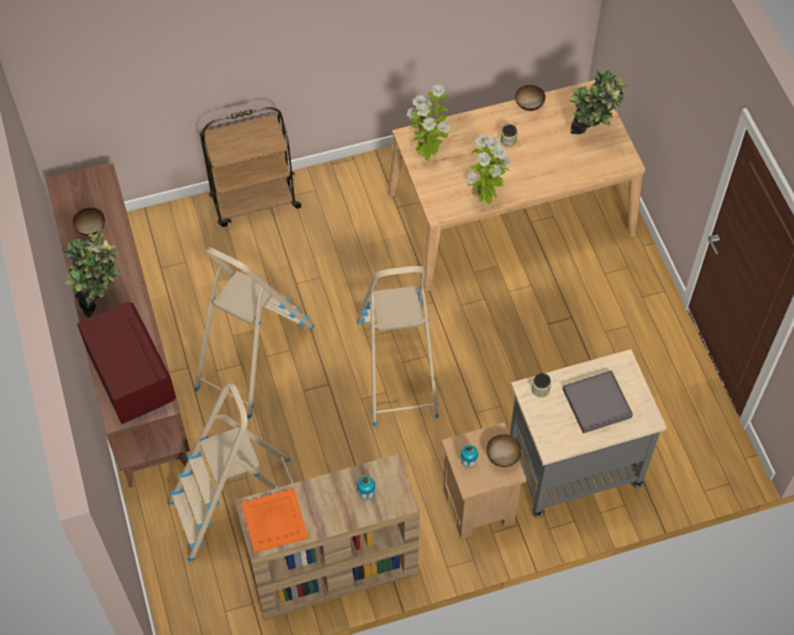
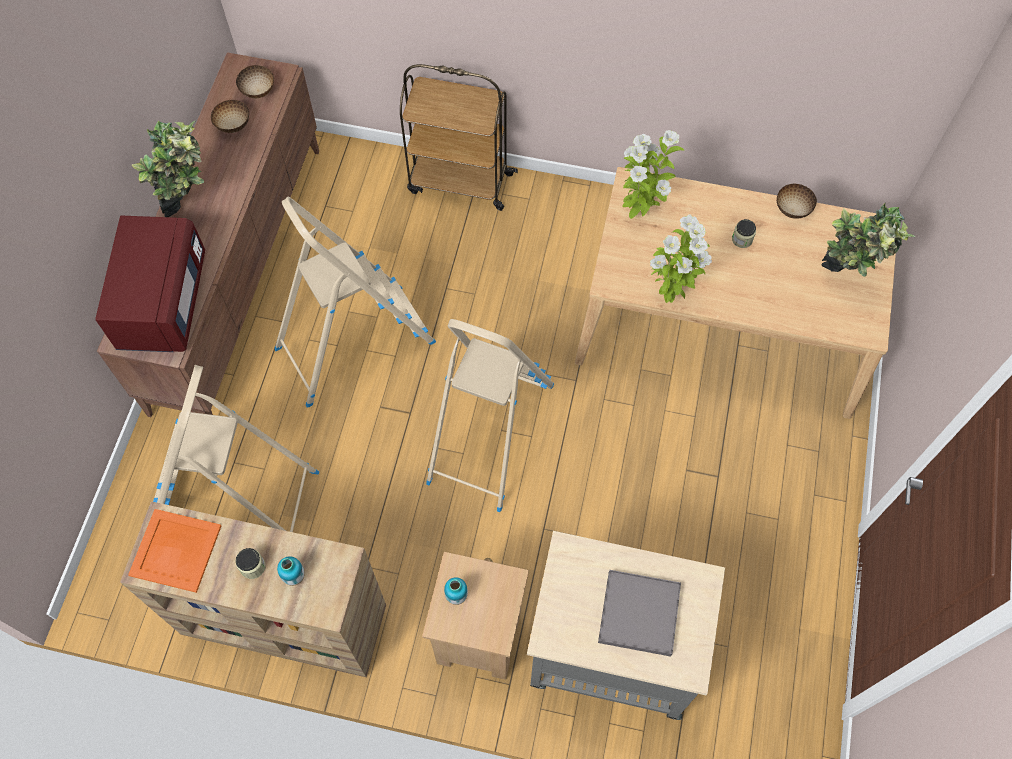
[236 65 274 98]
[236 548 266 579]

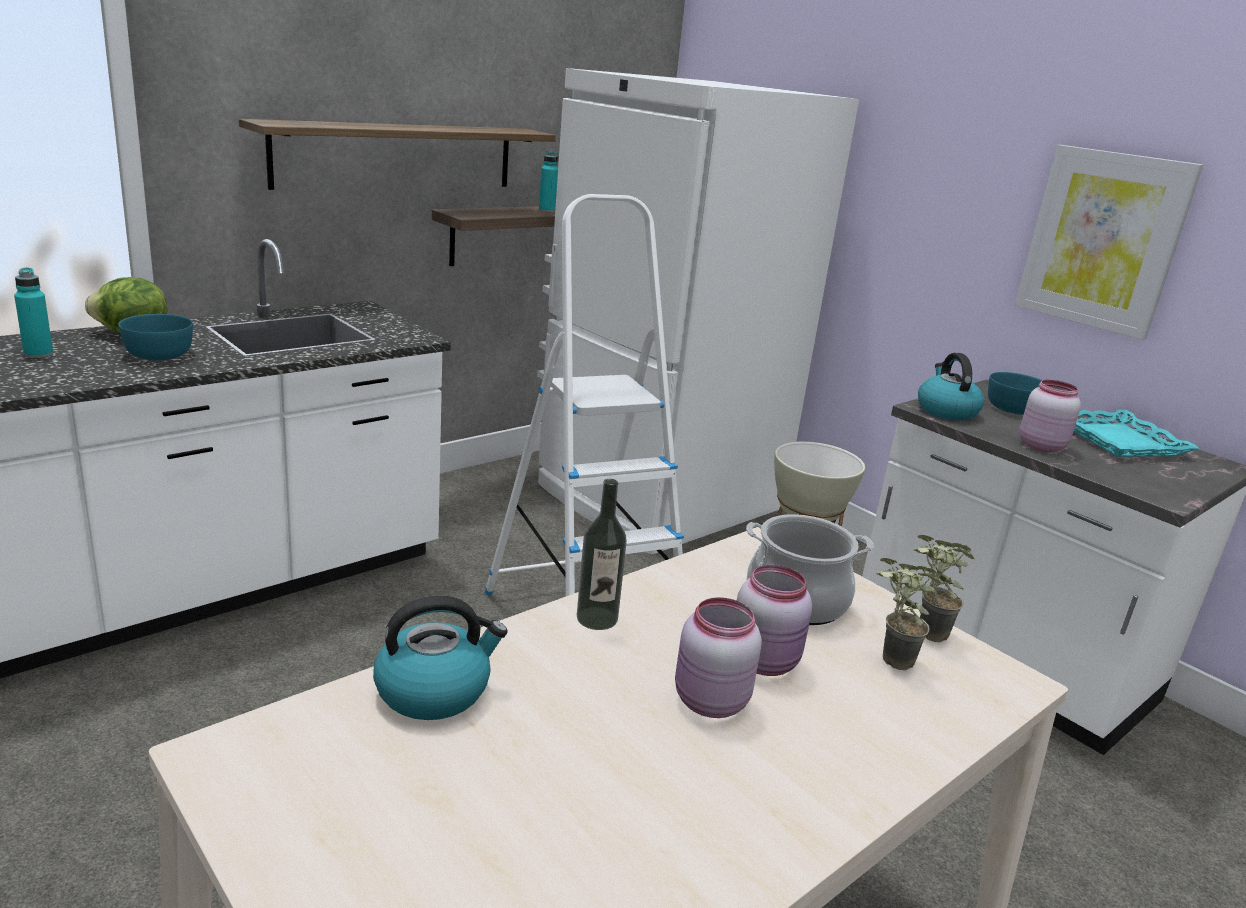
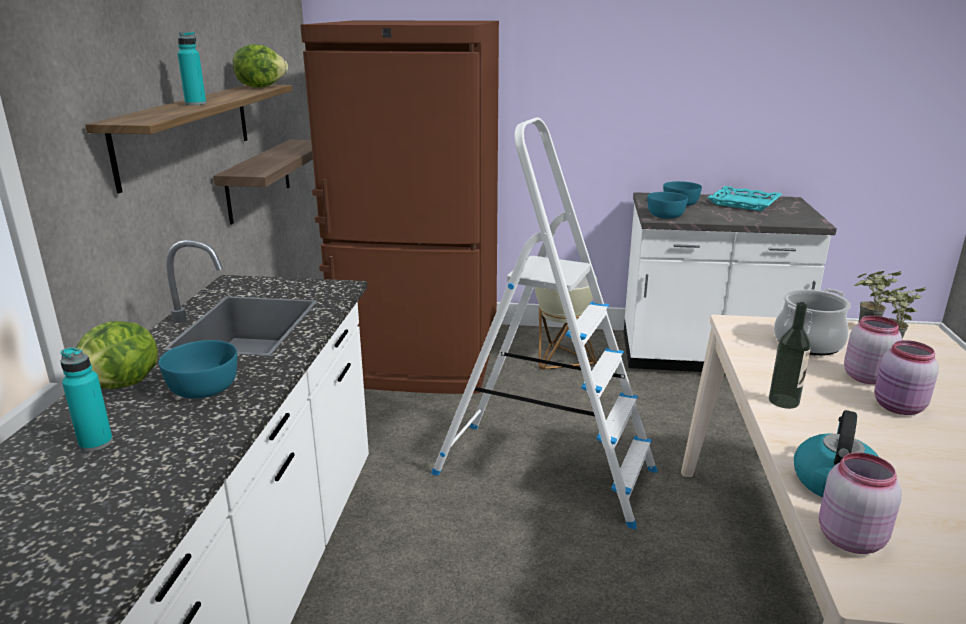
[1015 145 1203 340] (first image)
[233 44 288 88]
[177 32 206 105]
[819 453 902 554]
[647 192 688 218]
[300 20 499 394]

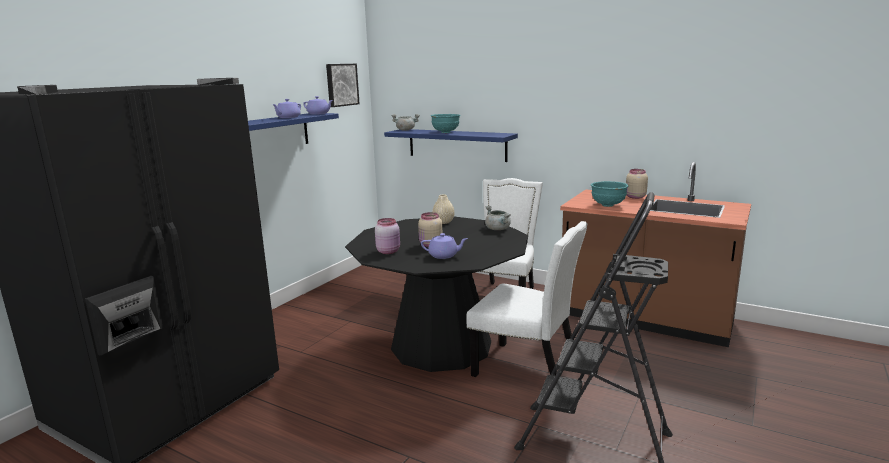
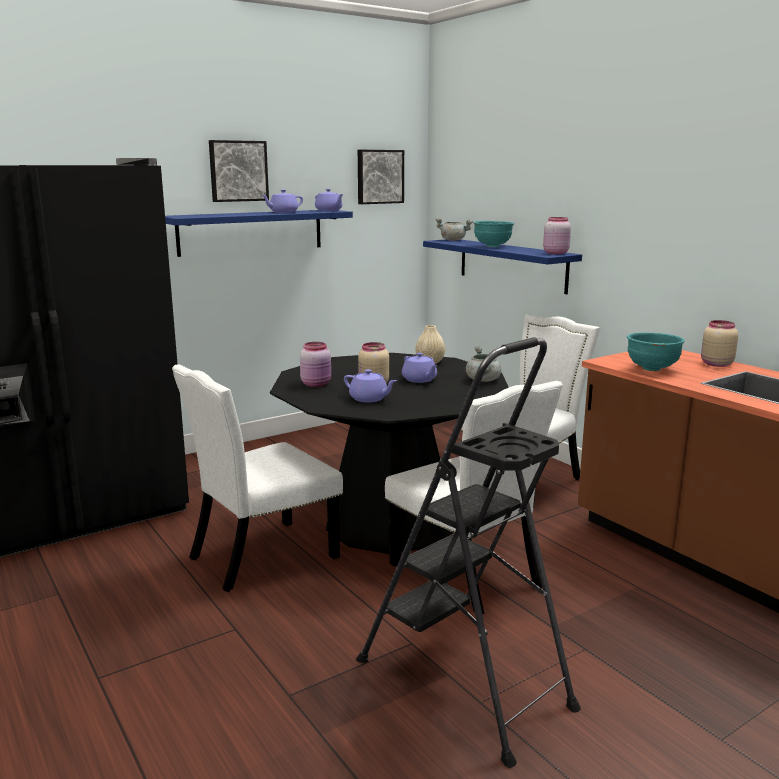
[172 364 343 592]
[209 140 269 202]
[402 353 437 383]
[543 217 571 254]

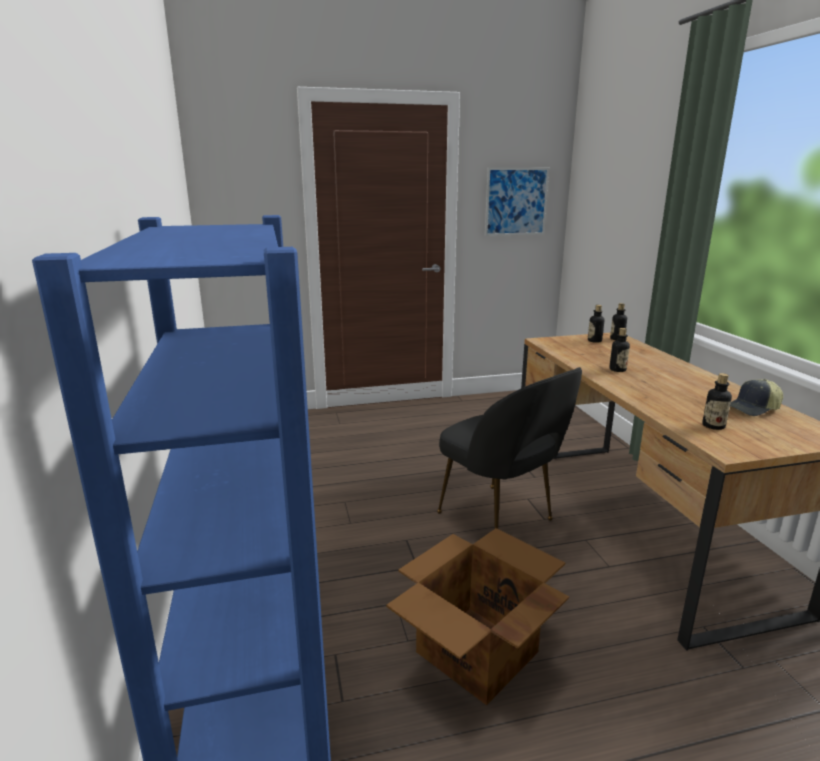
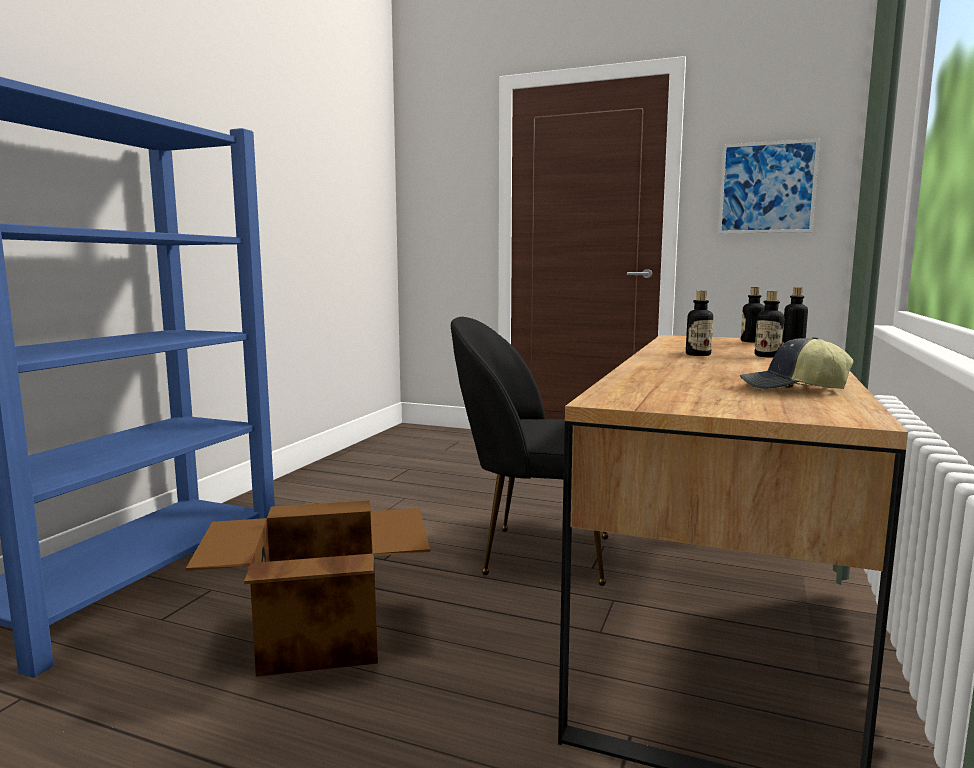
[755 291 784 357]
[451 317 608 586]

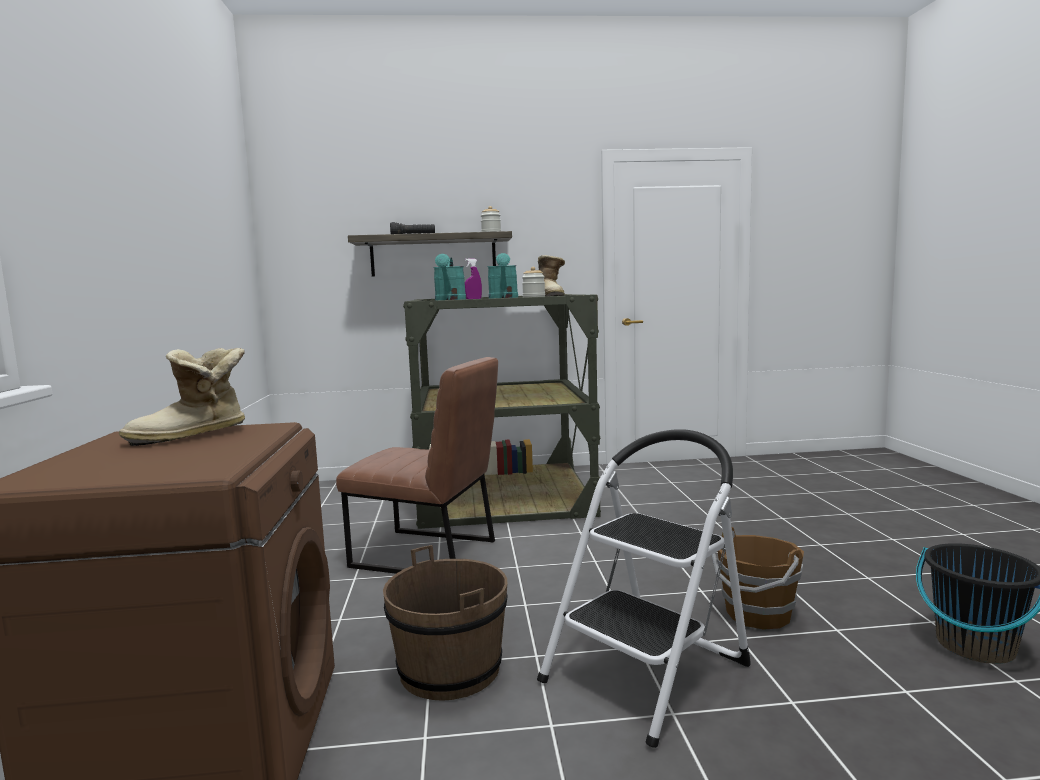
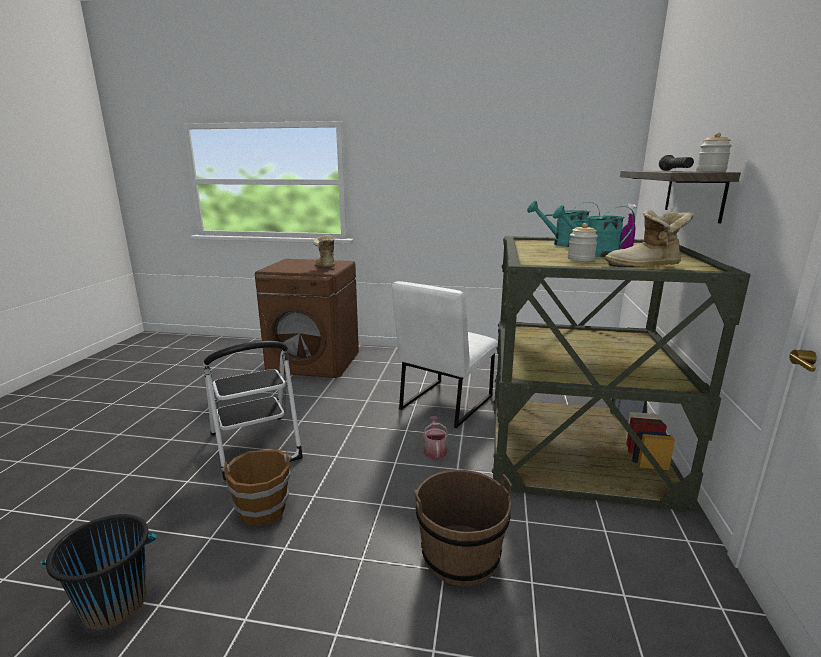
[423 416 449 459]
[414 470 512 586]
[391 281 498 428]

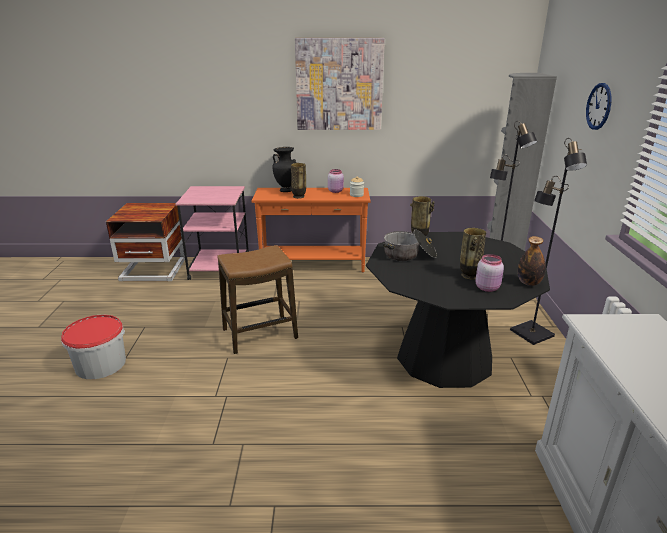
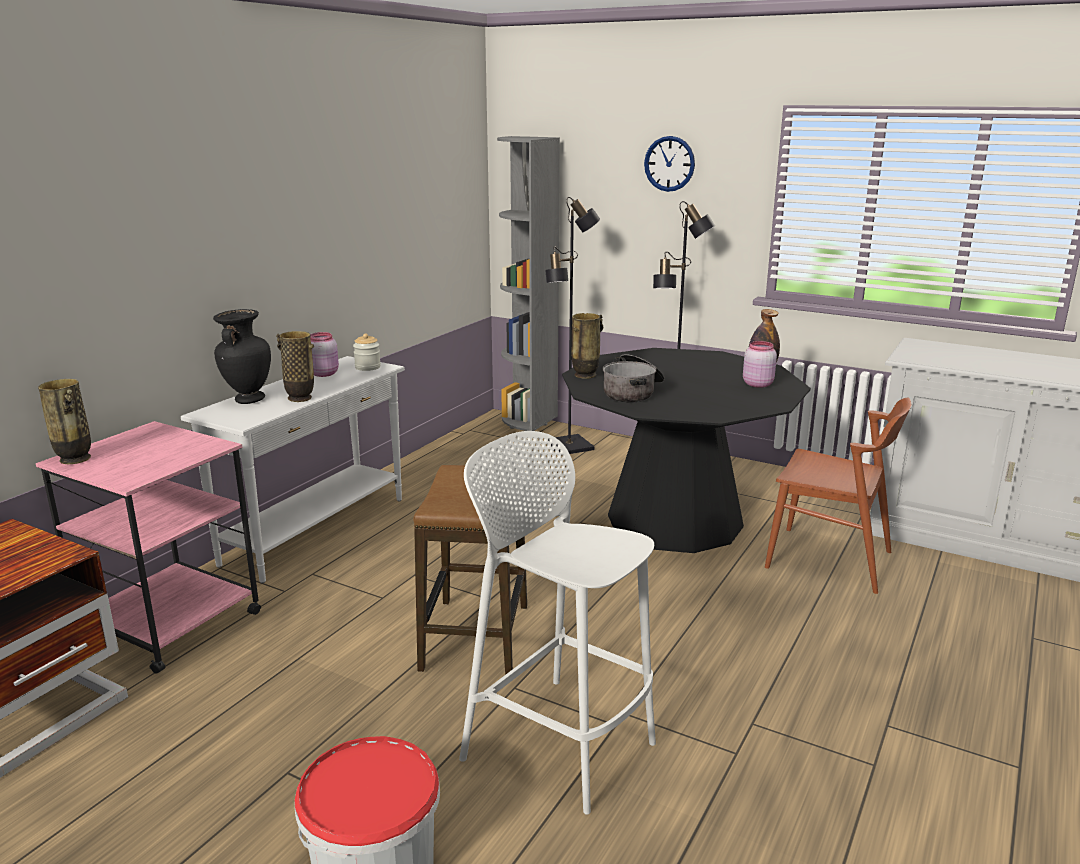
[295 38 385 130] (first image)
[459 431 656 815]
[765 398 911 594]
[38 379 91 464]
[181 356 405 583]

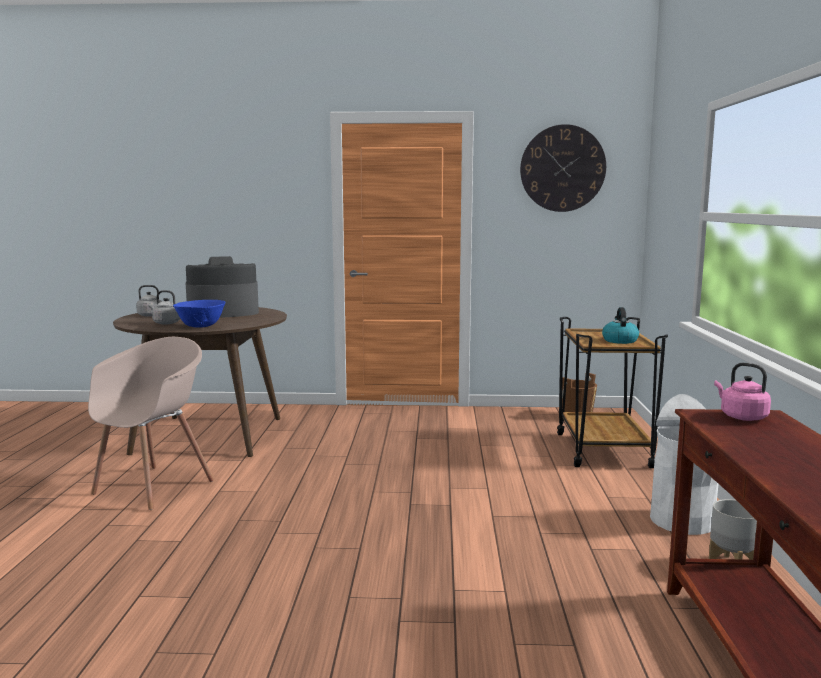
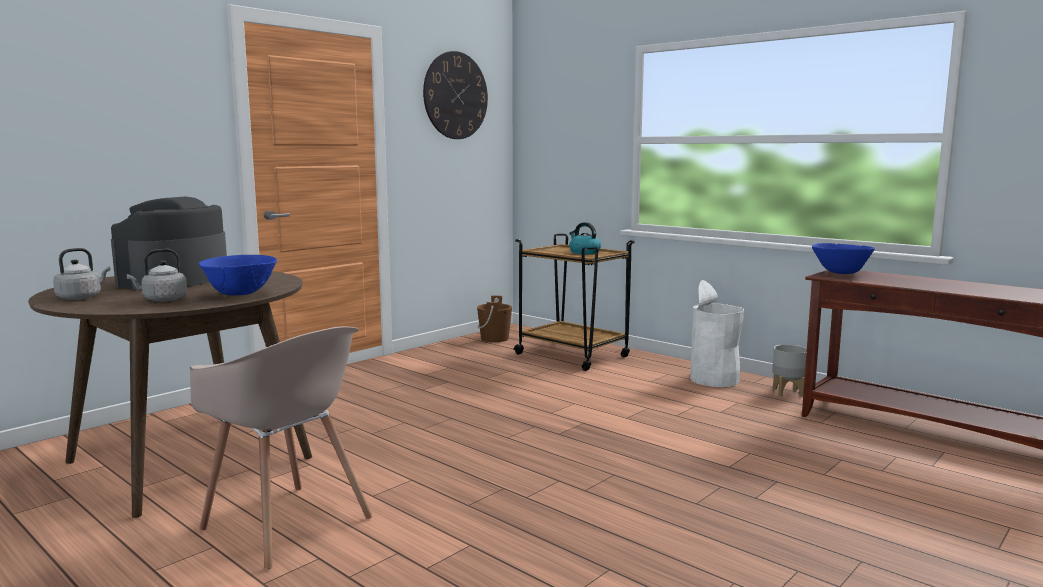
[812 243 875 274]
[190 326 372 569]

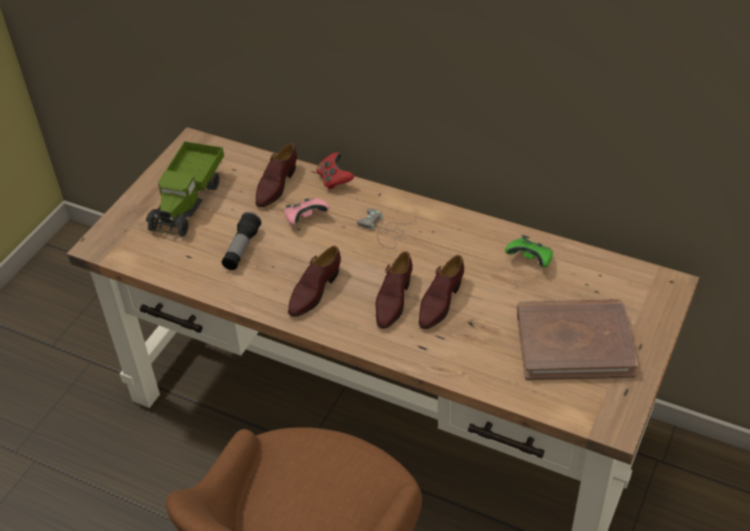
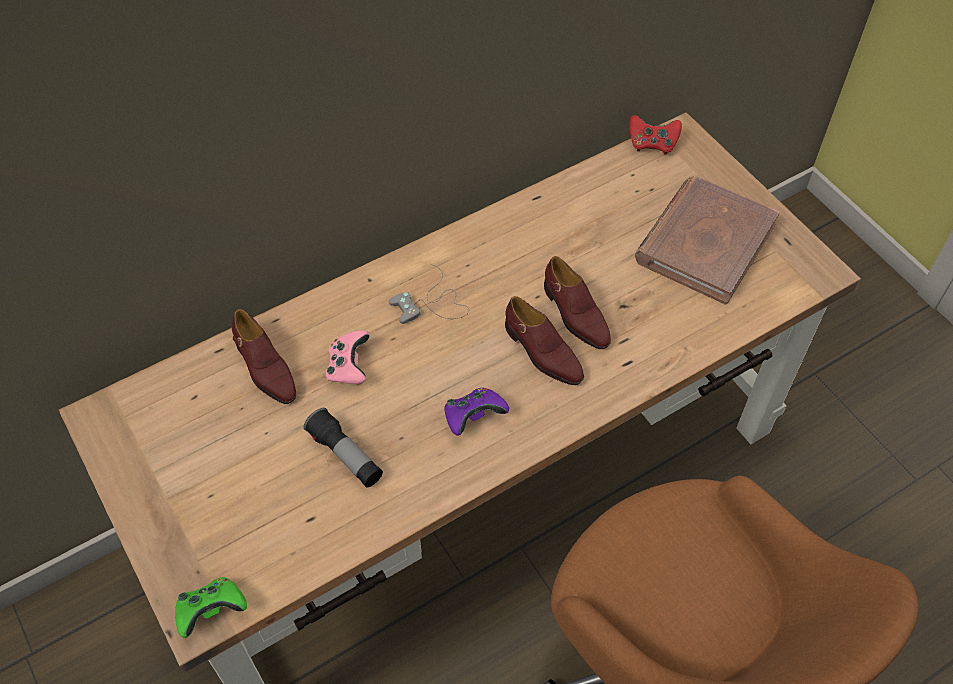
[146 141 224 237] (first image)
[629 115 682 155]
[175 577 247 638]
[444 388 509 436]

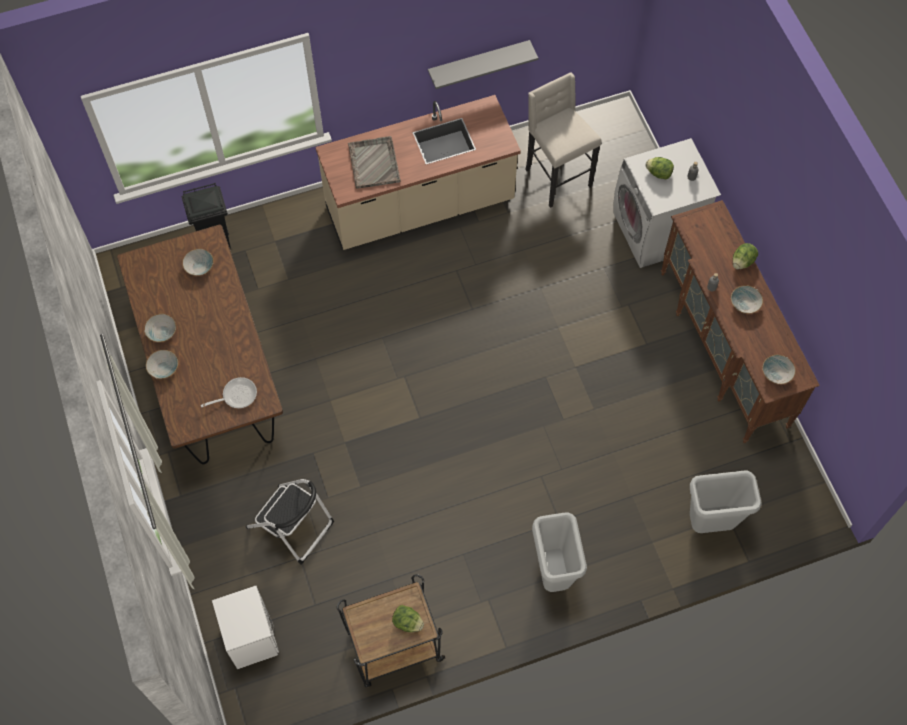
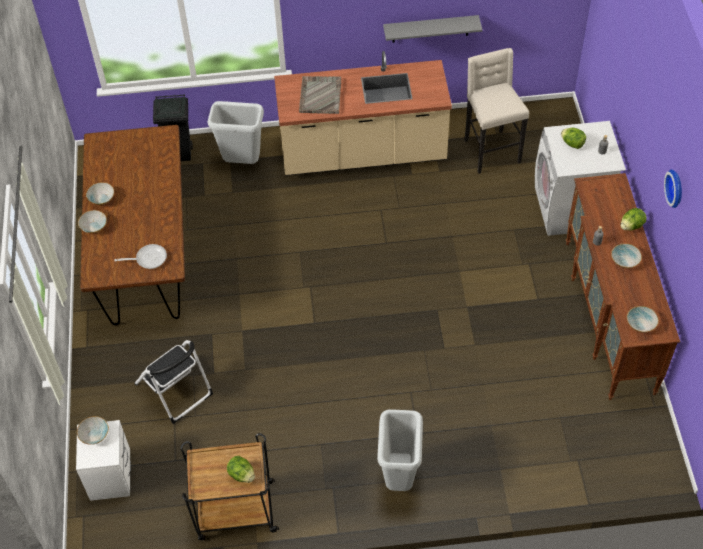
[664 170 682 208]
[77 416 109 445]
[208 101 264 164]

